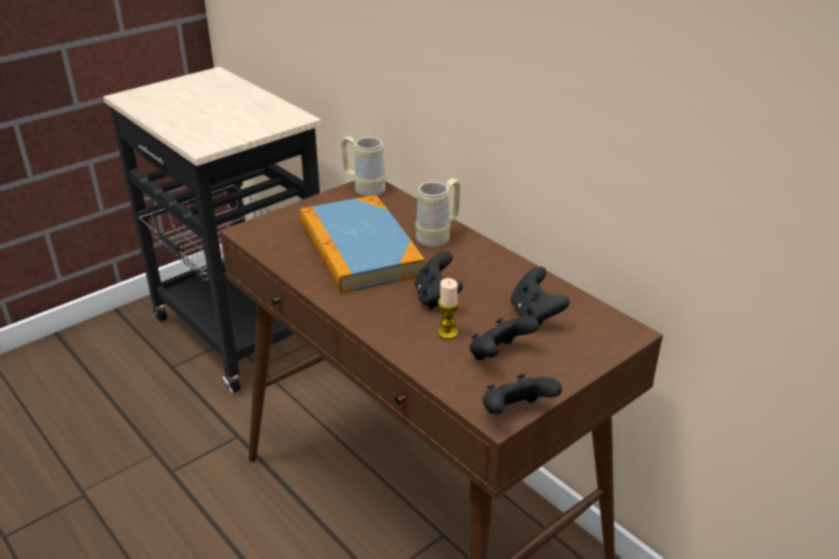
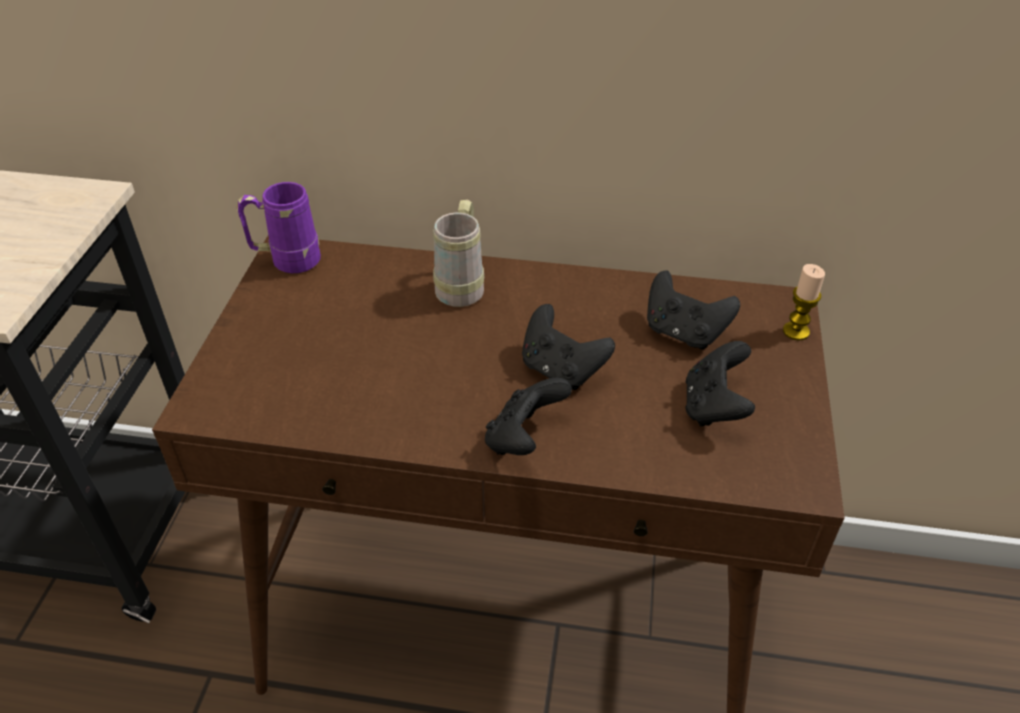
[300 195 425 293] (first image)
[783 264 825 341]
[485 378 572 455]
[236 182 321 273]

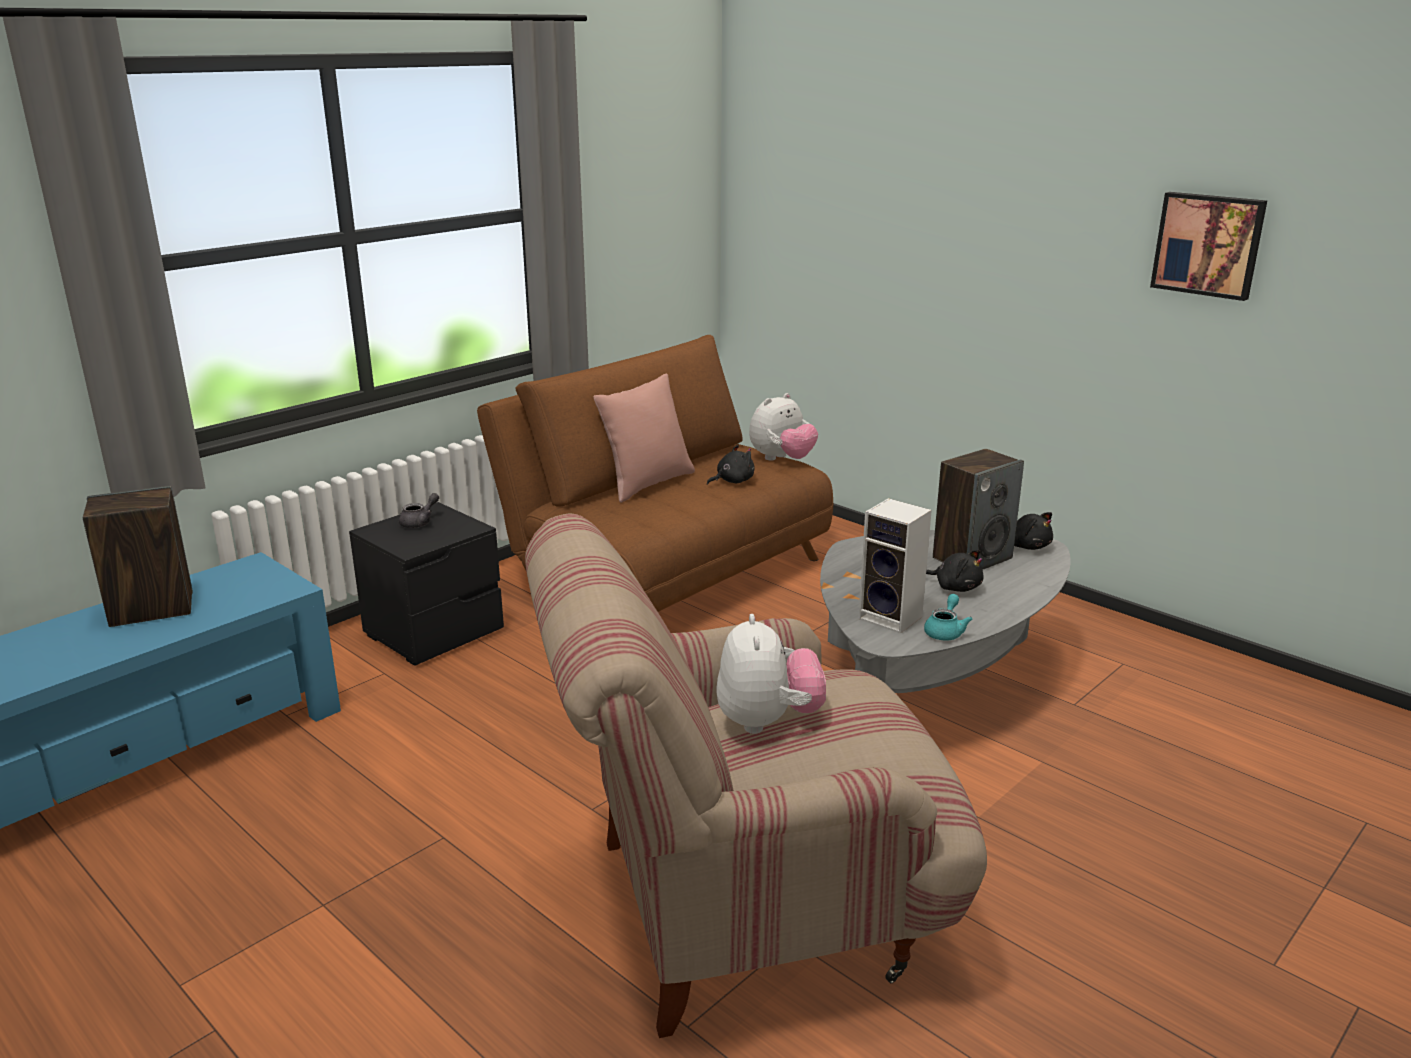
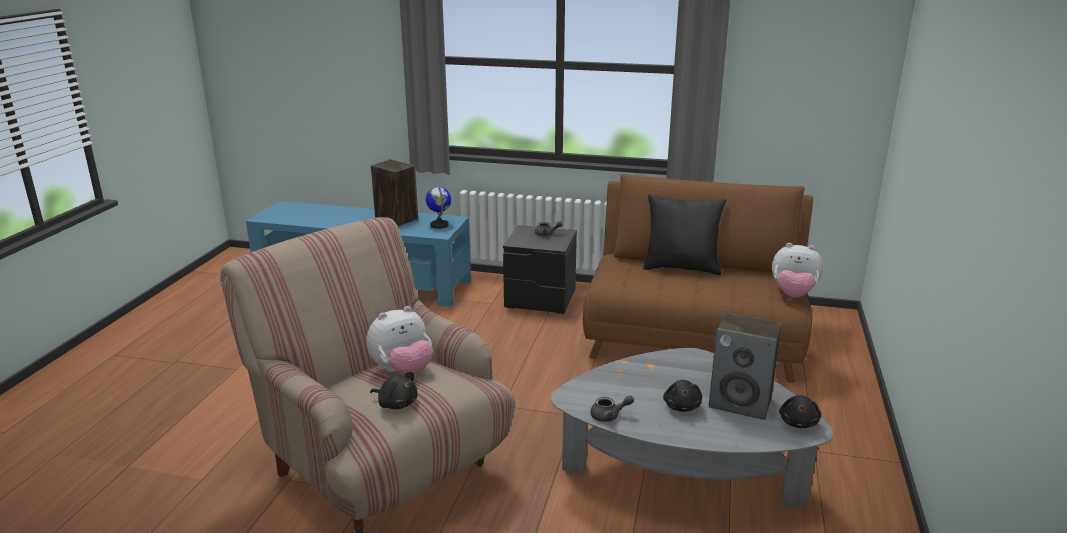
[859 498 932 634] (first image)
[1150 192 1267 301] (first image)
[426 186 451 229]
[370 372 418 409]
[643 194 726 275]
[591 395 634 422]

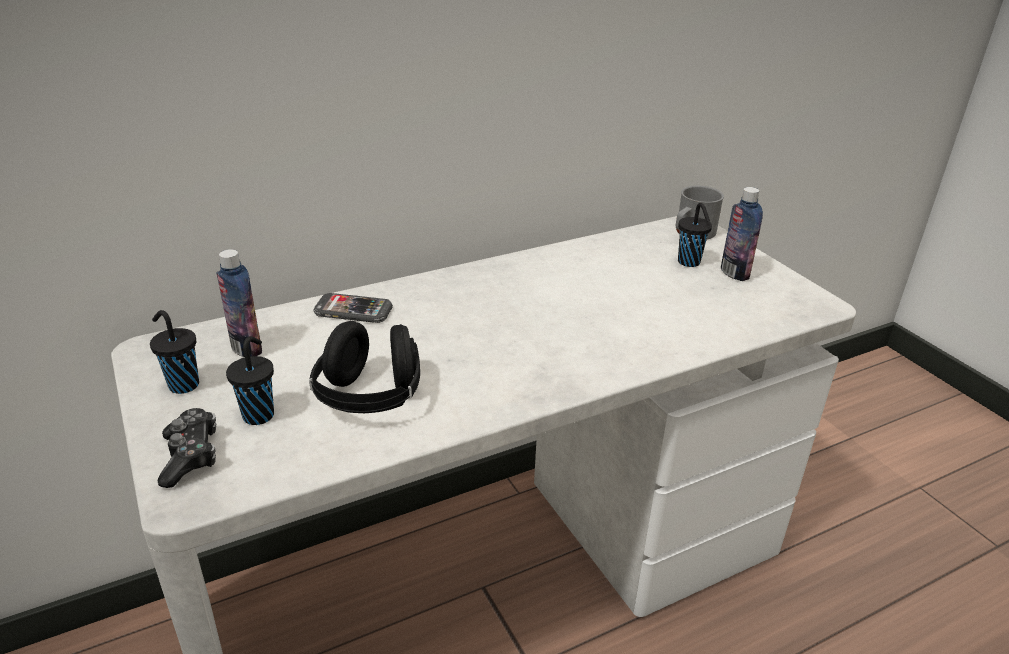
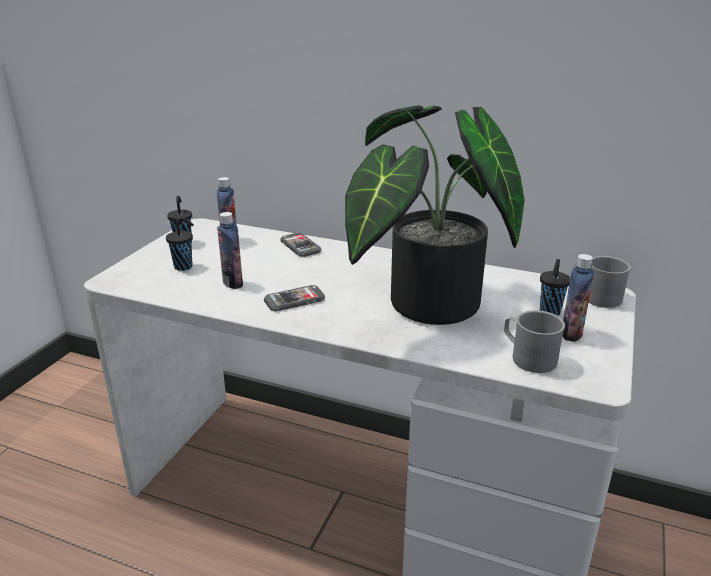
[157 408 216 488] (first image)
[264 285 325 311]
[345 105 525 325]
[504 310 565 373]
[217 212 243 289]

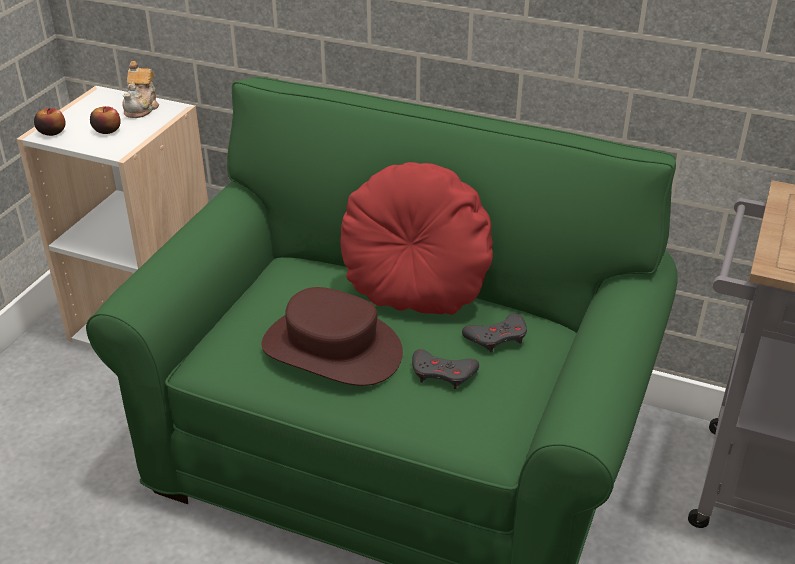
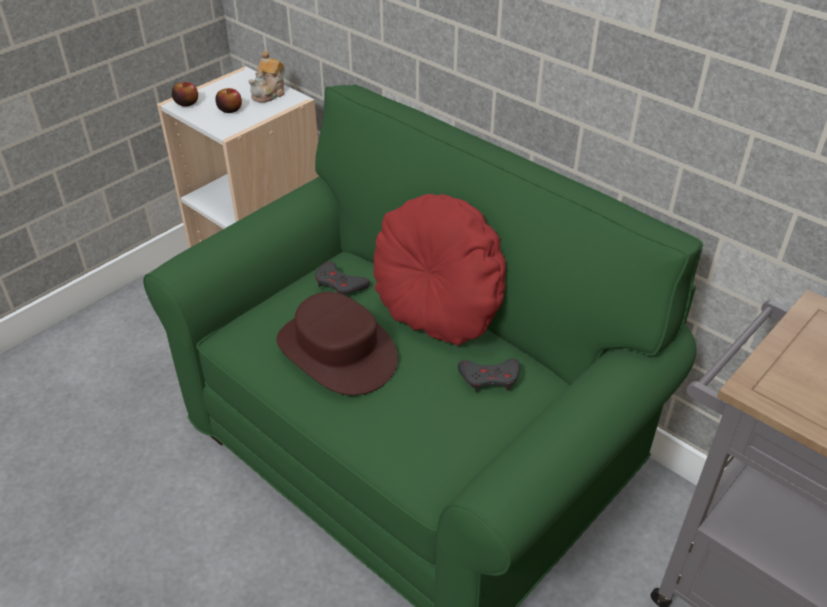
[315 262 370 295]

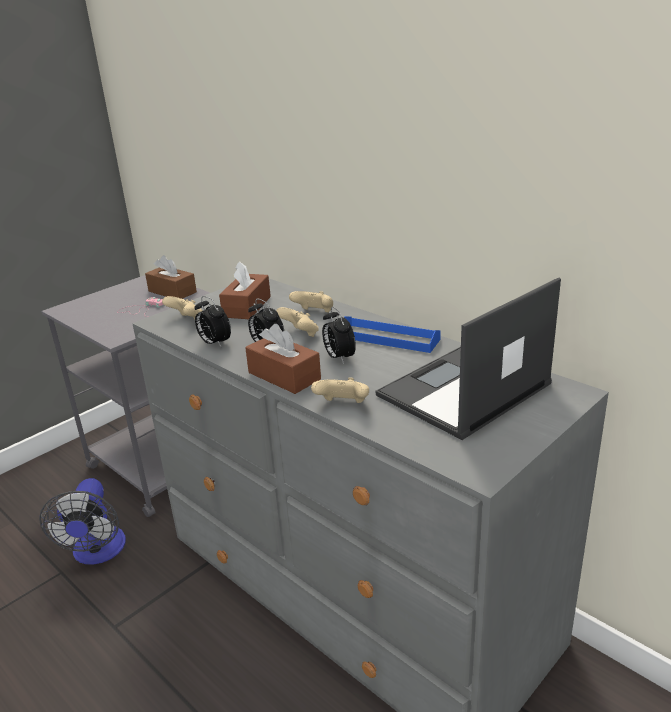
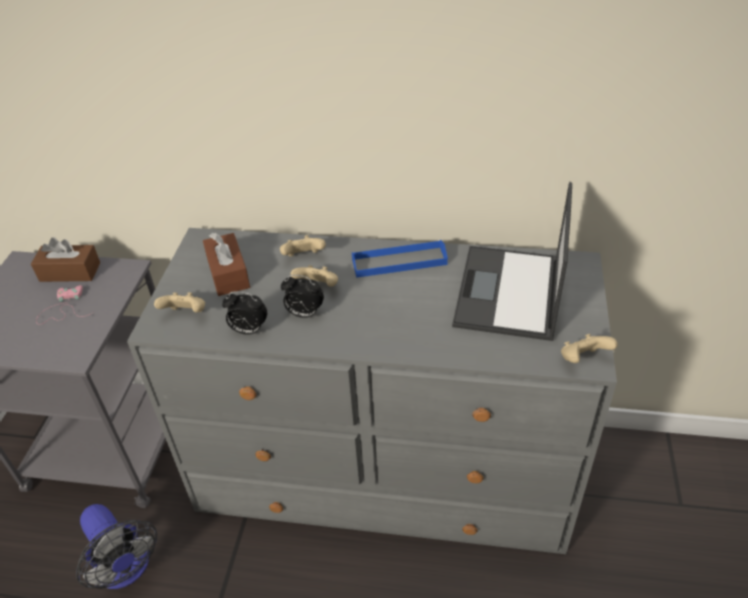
[245 324 321 394] (first image)
[322 307 356 364] (first image)
[561 334 618 363]

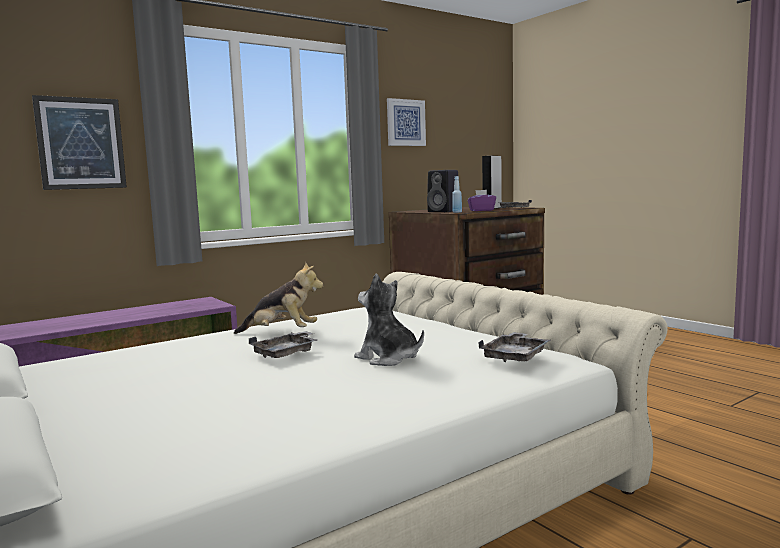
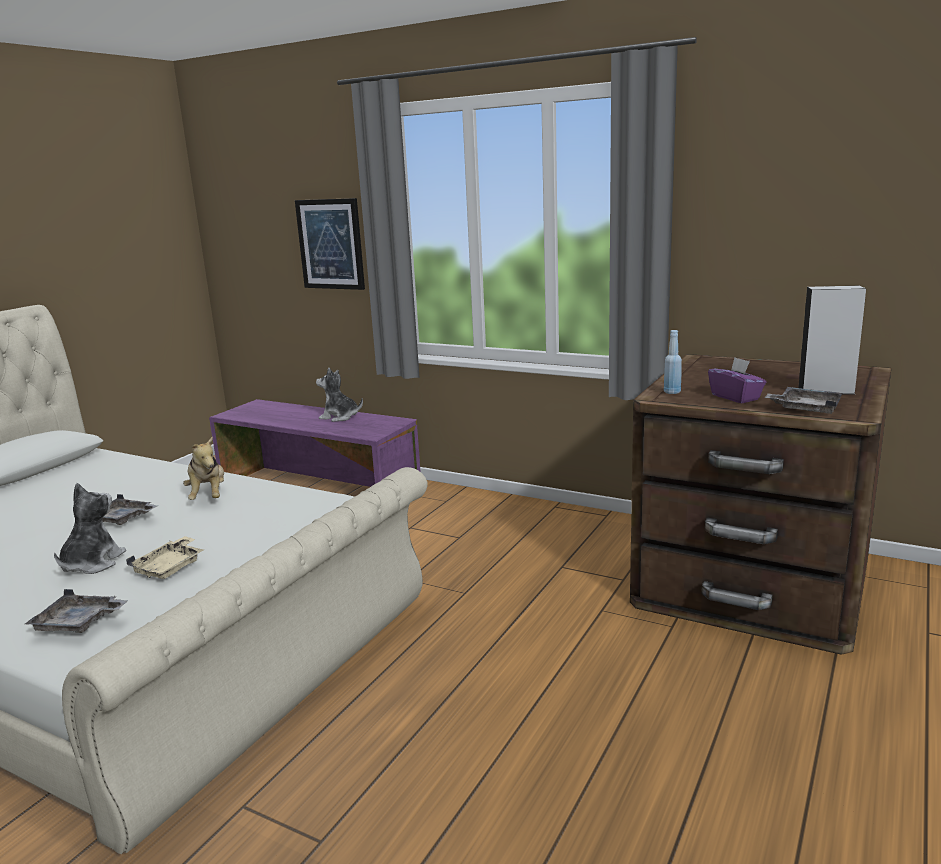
[387 98 426 146] (first image)
[427 170 458 212] (first image)
[126 536 204 579]
[316 368 363 422]

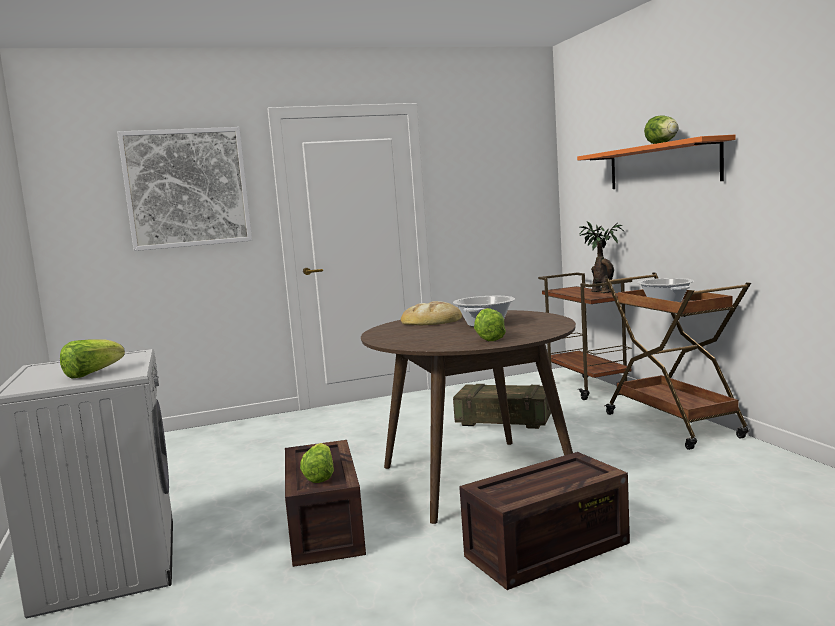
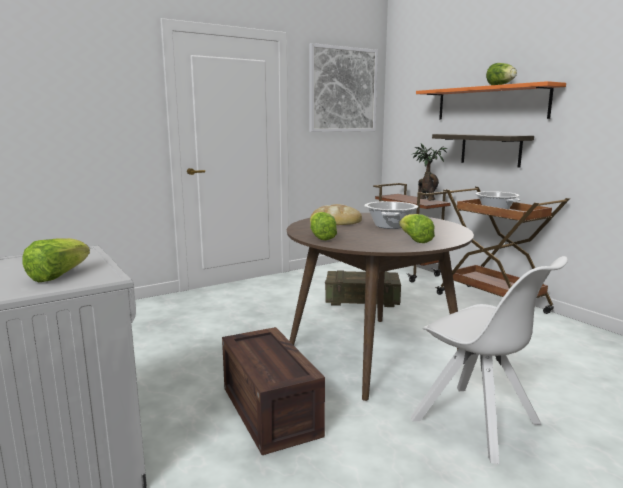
[432 134 534 168]
[309 43 378 132]
[310 212 337 240]
[410 256 568 464]

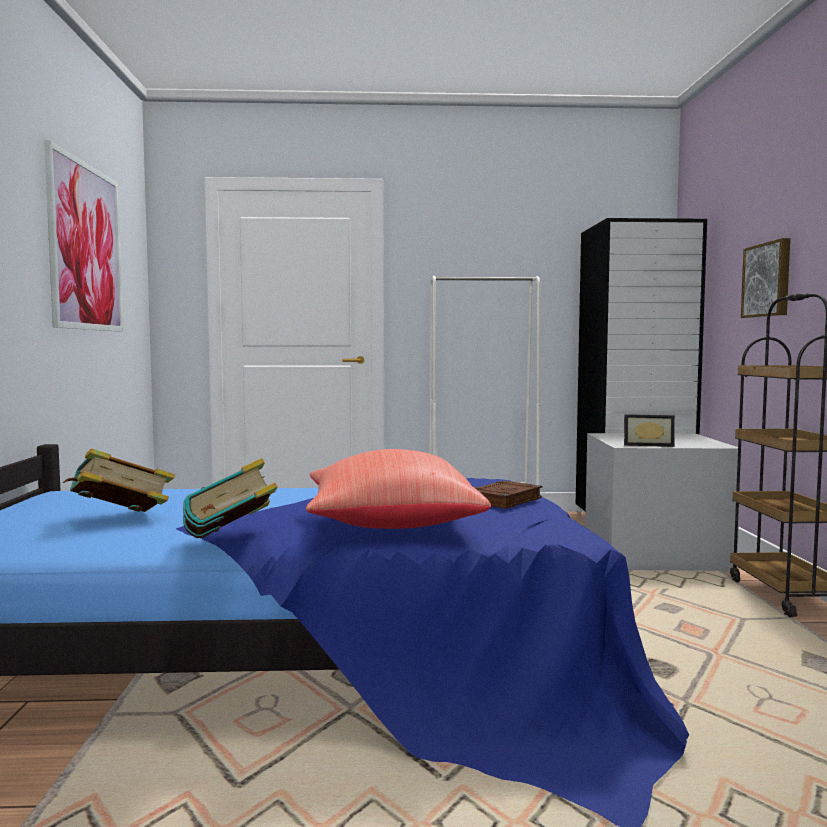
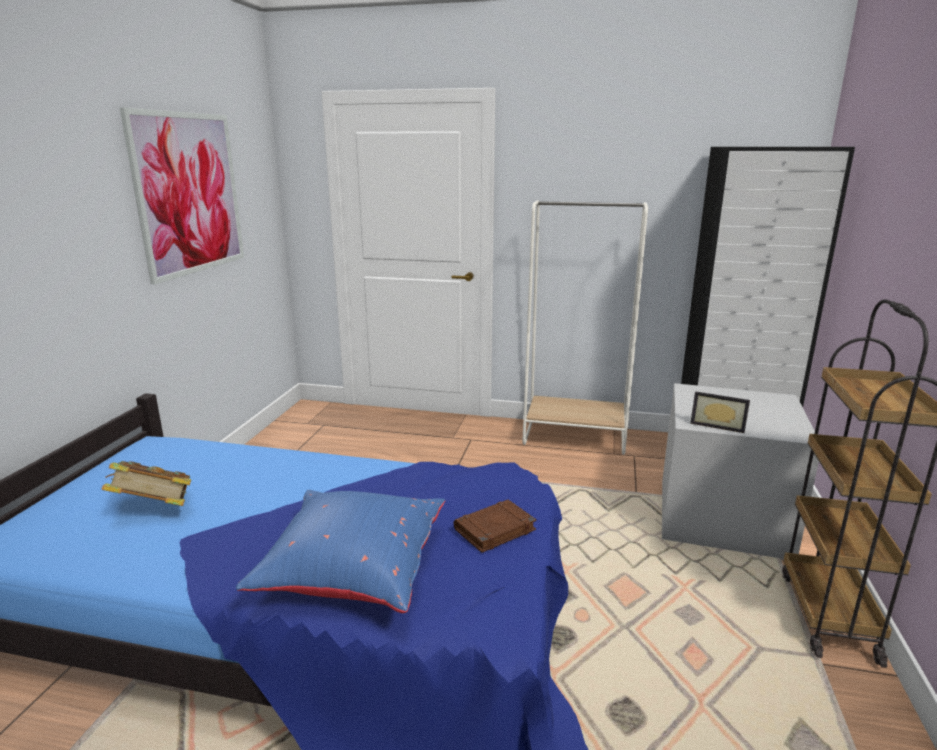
[183 458 277 538] (first image)
[741 238 790 318] (first image)
[236 490 445 613]

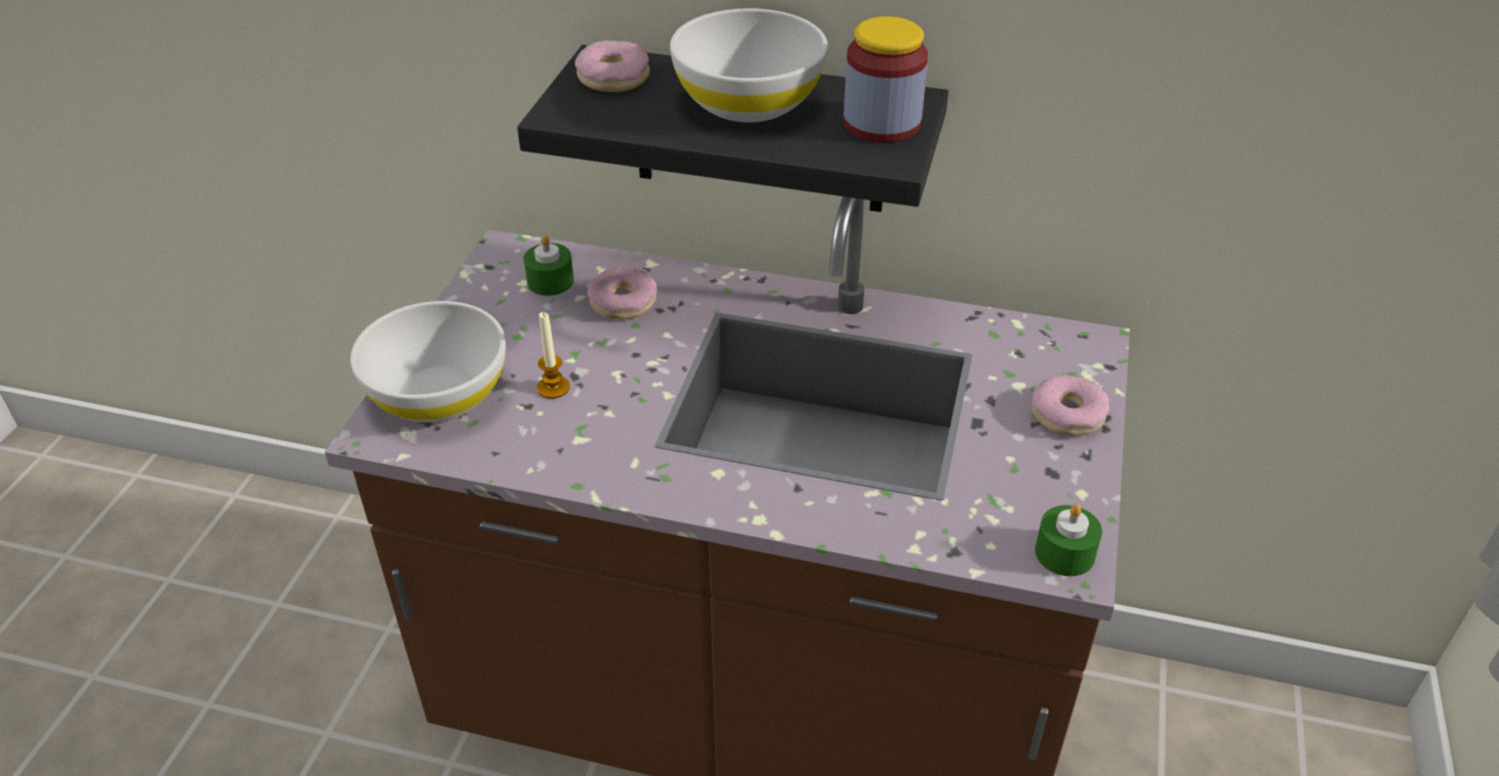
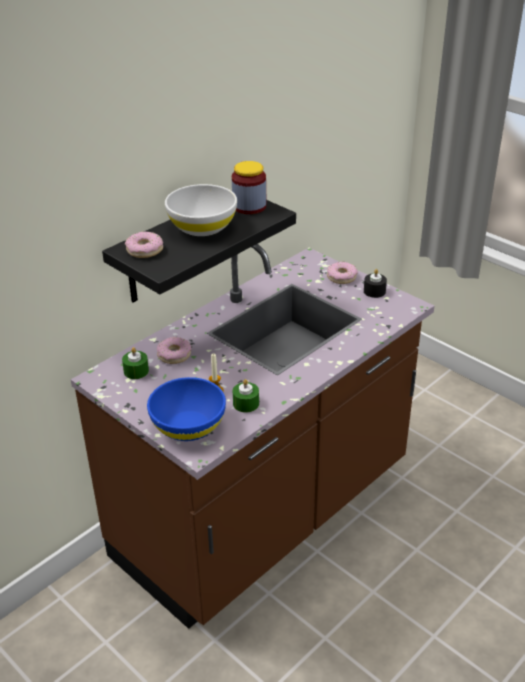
[364 269 387 298]
[233 379 259 413]
[147 377 226 441]

